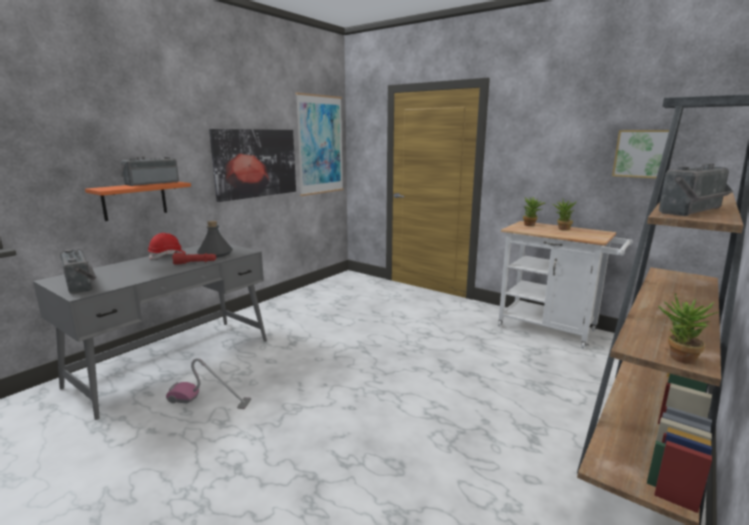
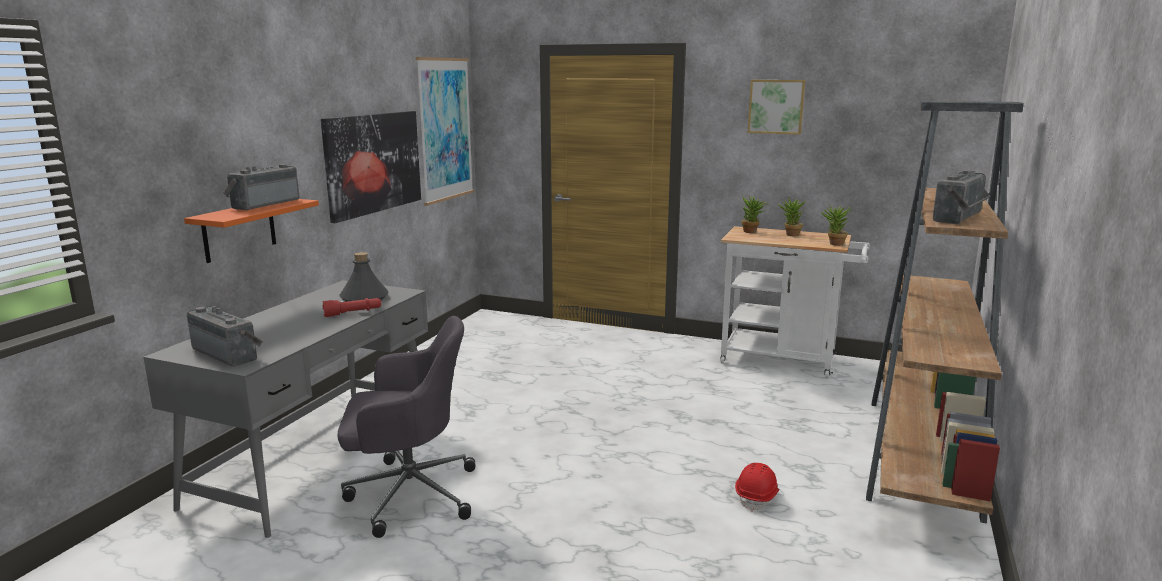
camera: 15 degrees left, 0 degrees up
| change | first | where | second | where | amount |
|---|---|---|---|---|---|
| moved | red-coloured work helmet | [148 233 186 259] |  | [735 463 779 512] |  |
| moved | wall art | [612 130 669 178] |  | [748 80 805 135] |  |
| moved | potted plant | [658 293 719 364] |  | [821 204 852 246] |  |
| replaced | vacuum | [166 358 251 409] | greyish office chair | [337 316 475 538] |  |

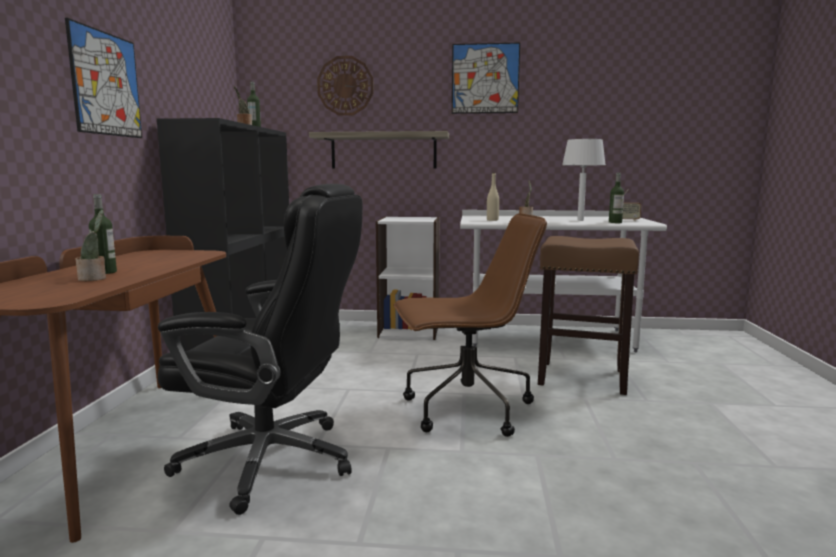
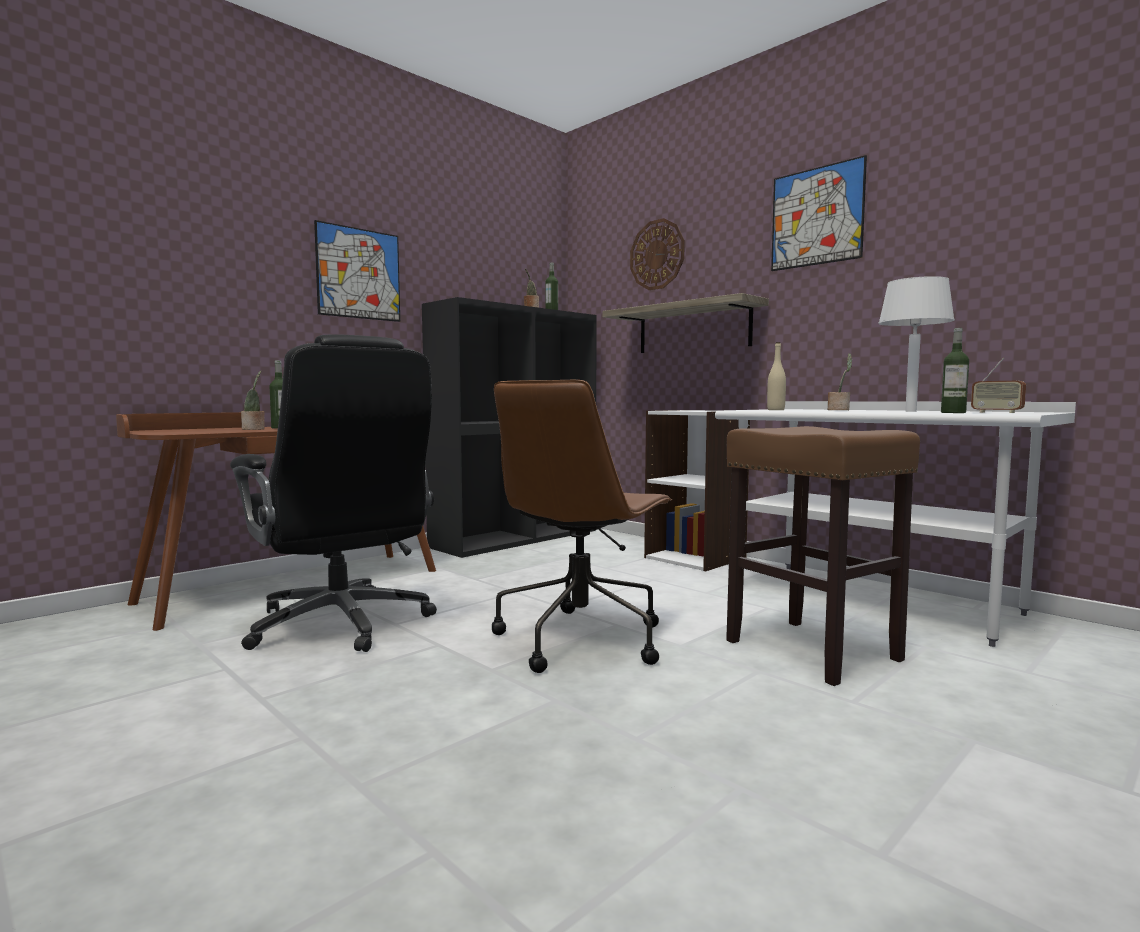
camera: 40 degrees right, 5 degrees down
| change | first | where | second | where | amount |
|---|---|---|---|---|---|
| turned | brown-coloured office chair | [393 214 547 437] |  | [492 380 672 673] | 90 degrees clockwise |

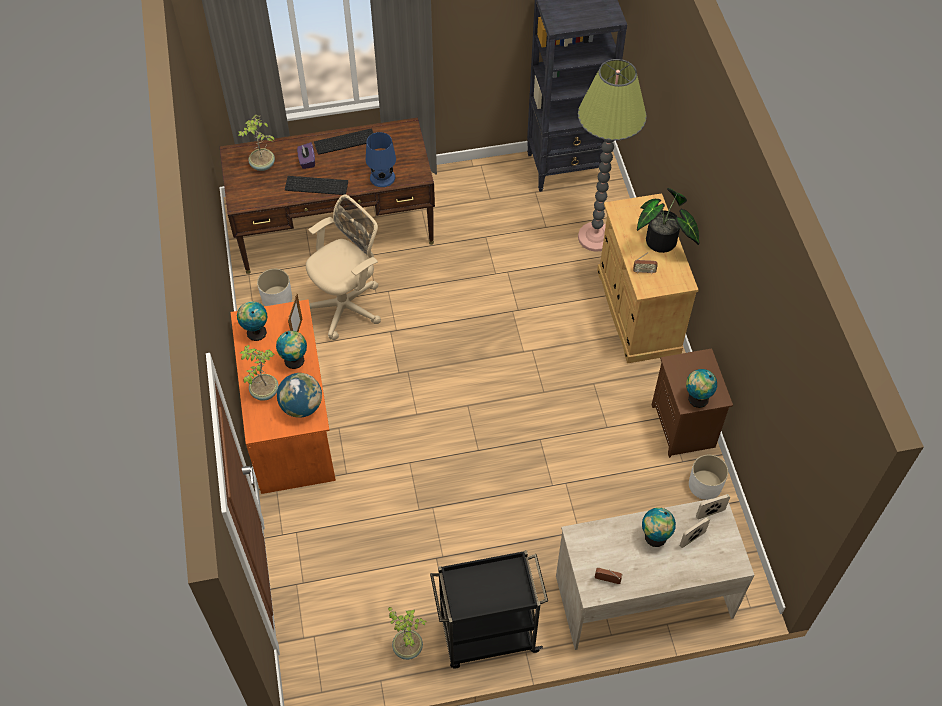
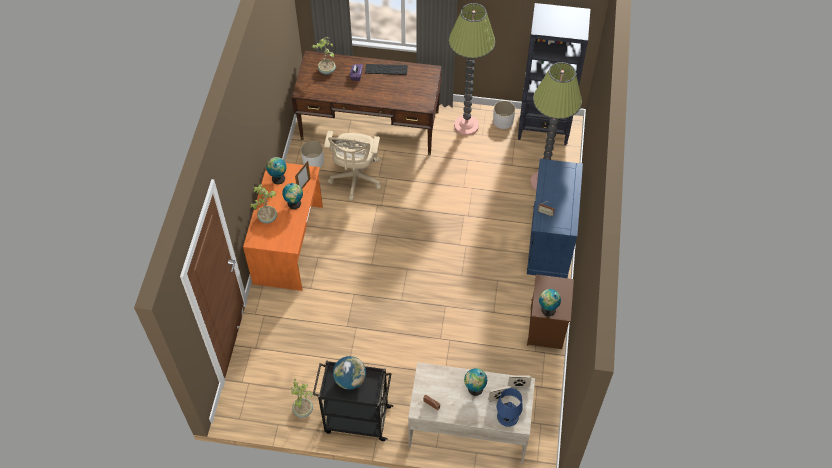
camera: 20 degrees right, 0 degrees up
| change | first | where | second | where | amount |
|---|---|---|---|---|---|
| removed | computer keyboard | [285 176 348 195] |  |  |  |
| removed | potted plant | [637 188 699 253] |  |  |  |
| added |  |  | floor lamp | [449 3 495 136] |  |
| moved | desk globe | [277 373 322 418] |  | [333 356 366 390] |  |
| moved | blue-coloured tabletop lamp | [366 132 396 187] |  | [497 388 523 427] |  |
| moved | white-coloured planter | [689 455 728 500] |  | [493 101 515 129] |  |
| recoloured | sand-coloured cabinet | [597 193 698 363] | blue-coloured cabinet | [527 159 583 278] |  |
| turned | sand-coloured office chair | [306 194 381 340] |  | [324 131 381 201] | 120 degrees clockwise |

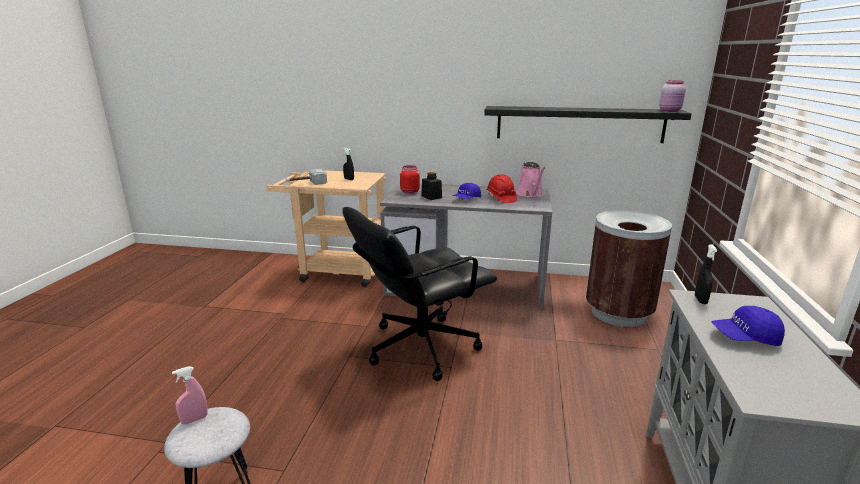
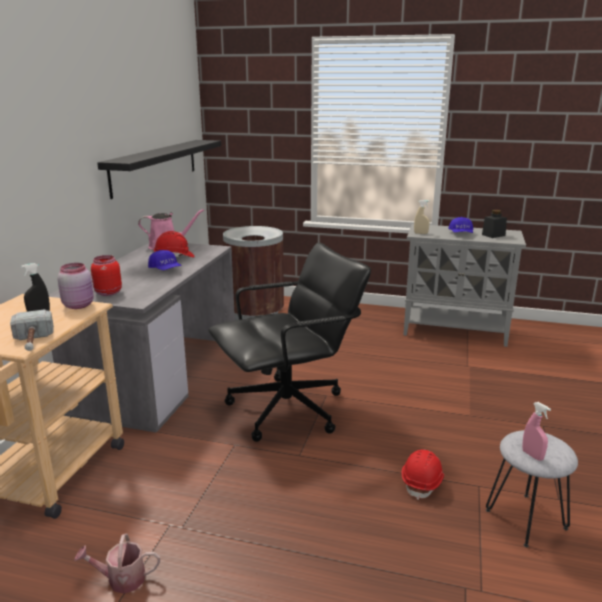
camera: 85 degrees left, 0 degrees up
| change | first | where | second | where | amount |
|---|---|---|---|---|---|
| added |  |  | watering pot | [74 533 160 593] |  |
| added |  |  | red-coloured work helmet | [402 449 444 500] |  |
| moved | black preserve jar | [421 172 442 200] |  | [482 210 507 238] |  |
| moved | pink preserve jar | [659 80 686 112] |  | [57 263 94 309] |  |
| recoloured | black hand sprayer | [695 244 717 304] | sand-coloured hand sprayer | [414 200 430 234] |  |
| turned | black office chair | [343 207 497 381] |  | [208 243 371 442] | 90 degrees counterclockwise |

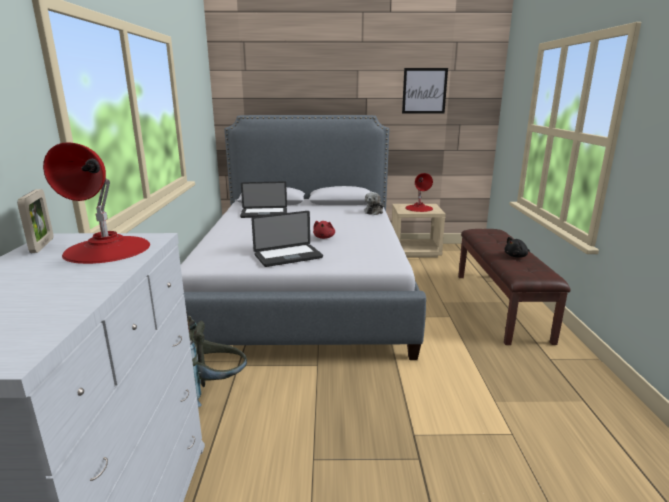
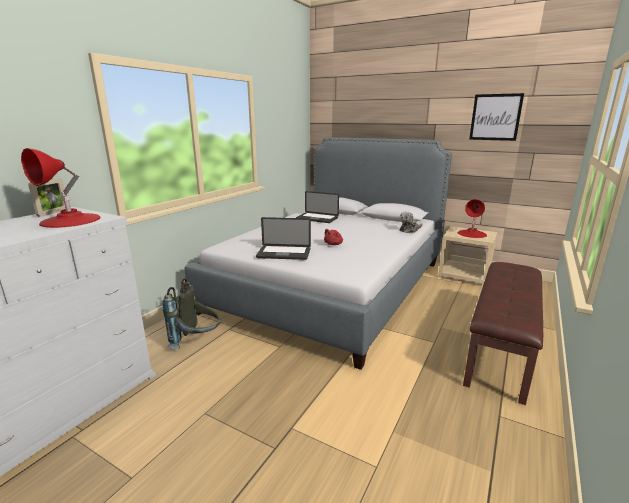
camera: 30 degrees right, 0 degrees up
| change | first | where | second | where | amount |
|---|---|---|---|---|---|
| removed | black soft toy | [505 237 530 258] |  |  |  |

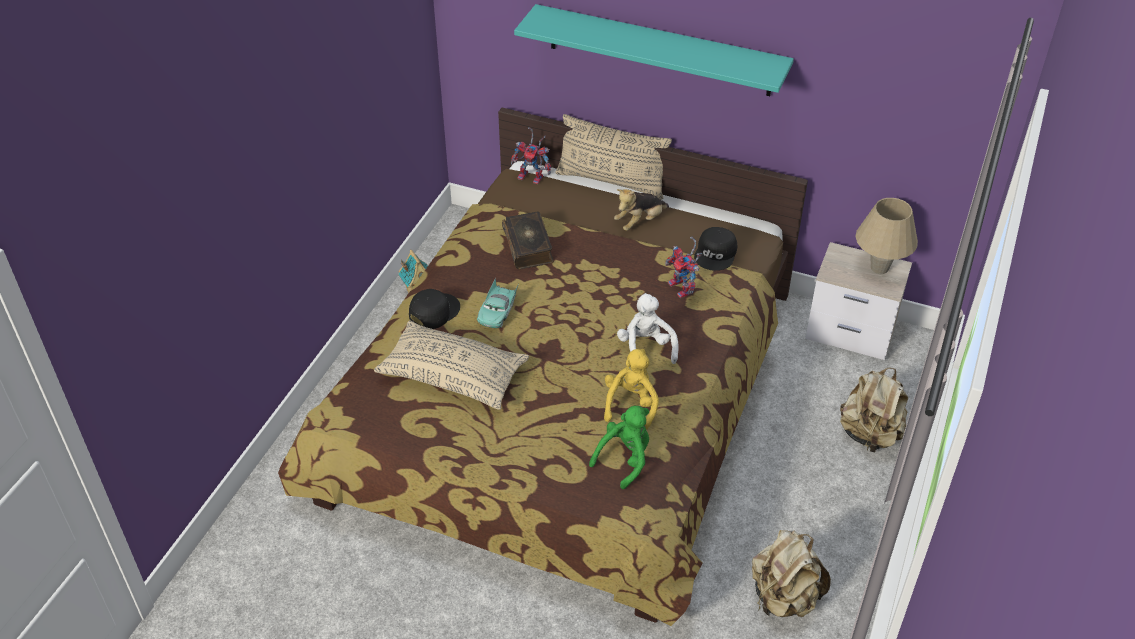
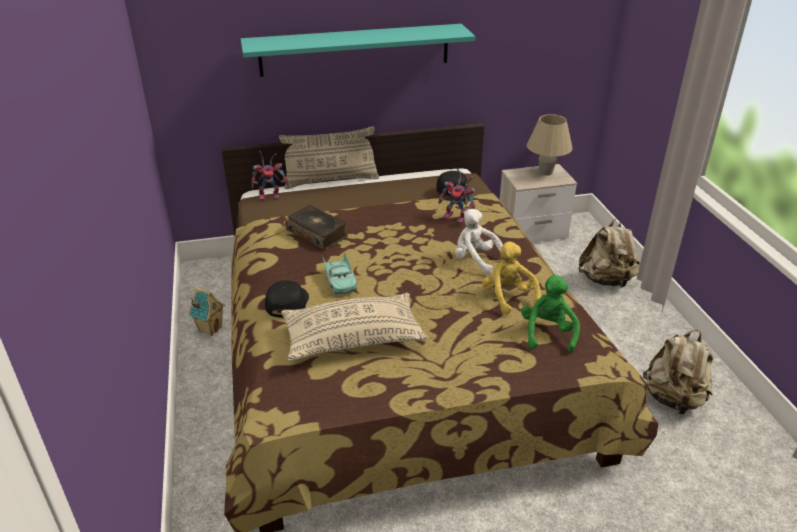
camera: 35 degrees left, 10 degrees down
| change | first | where | second | where | amount |
|---|---|---|---|---|---|
| removed | soft toy | [614 189 669 231] |  |  |  |

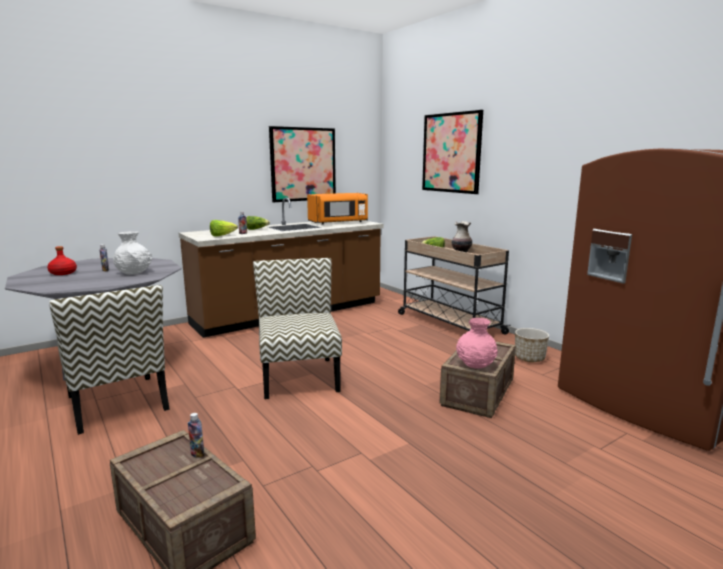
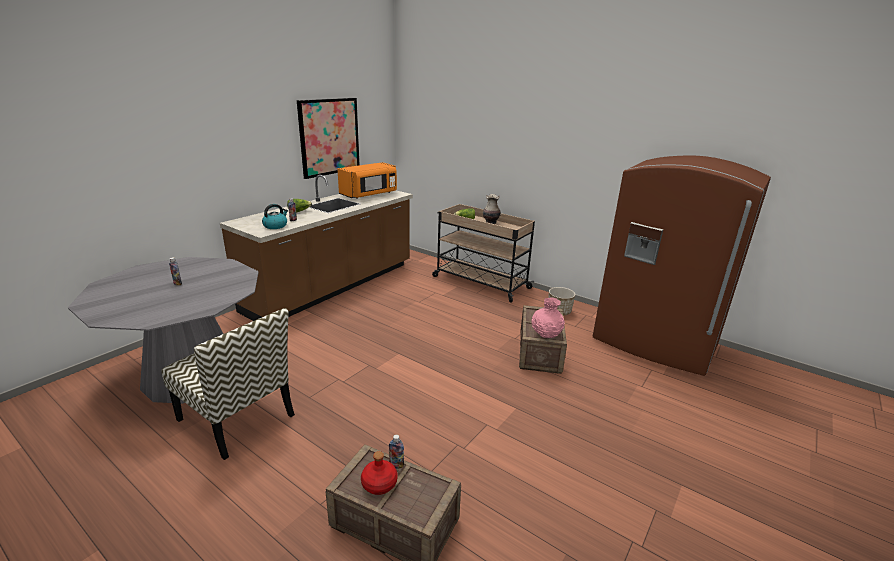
camera: 20 degrees left, 10 degrees up
| change | first | where | second | where | amount |
|---|---|---|---|---|---|
| removed | white-coloured flower vase | [113 231 152 275] |  |  |  |
| removed | upright chair | [253 258 342 399] |  |  |  |
| removed | wall art | [422 110 483 194] |  |  |  |
| moved | red-coloured drink bottle | [47 246 77 275] |  | [361 451 398 495] |  |
| replaced | head of lettuce | [210 220 238 237] | kettle | [262 204 288 229] |  |

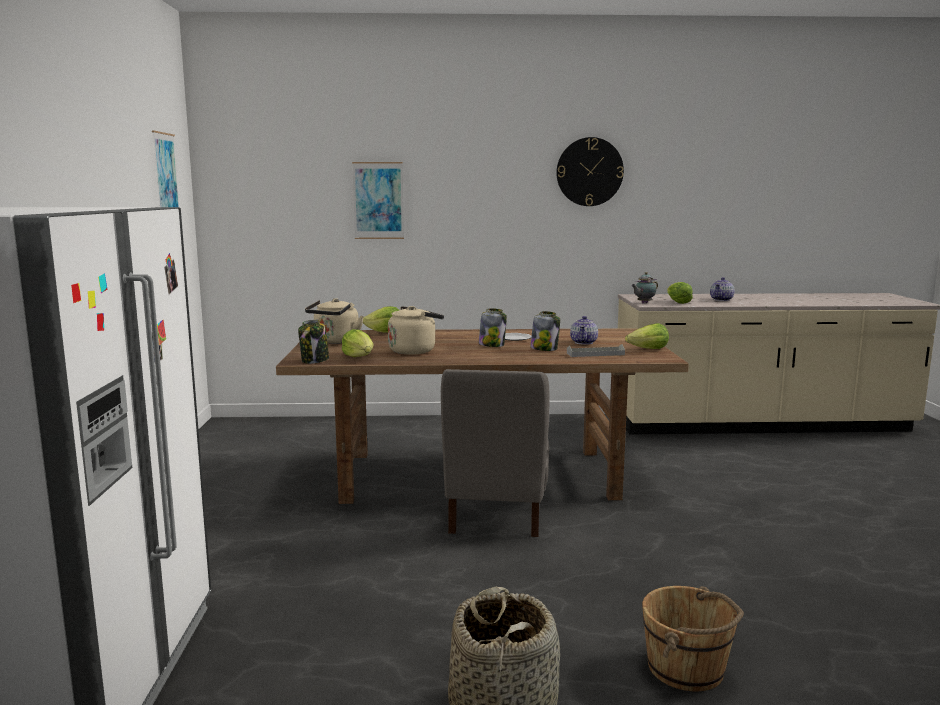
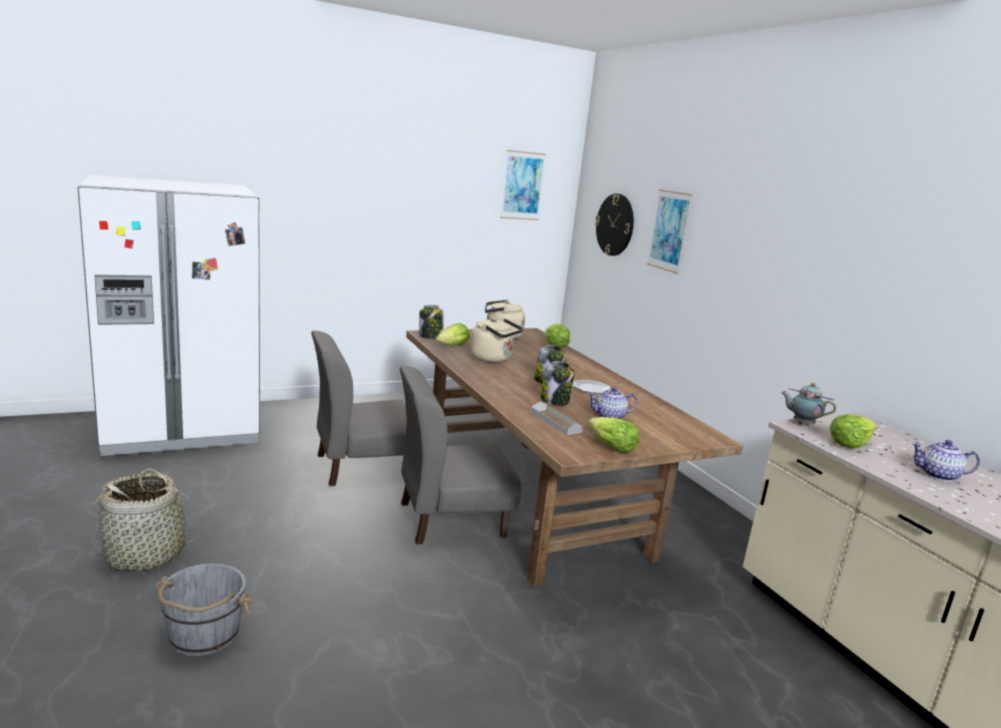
camera: 65 degrees right, 5 degrees up
| change | first | where | second | where | amount |
|---|---|---|---|---|---|
| added |  |  | greyish upright chair | [311 331 407 486] |  |
| moved | clock on the wall | [556 137 624 206] |  | [595 194 634 256] |  |
| recoloured | brown-coloured bucket | [642 586 744 691] | greyish bucket | [155 563 252 656] |  |

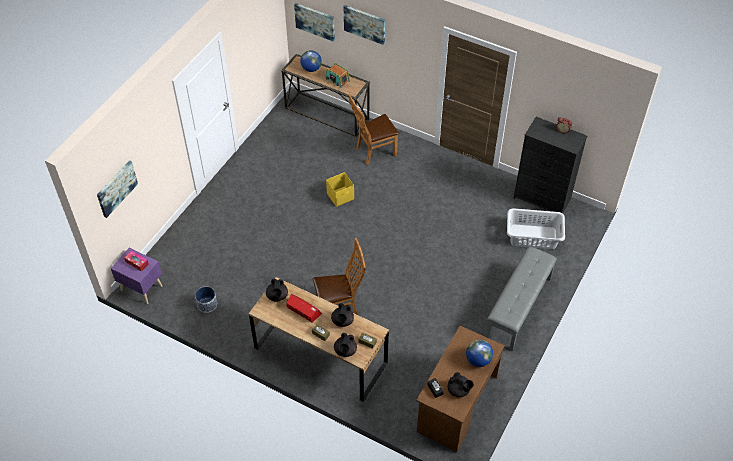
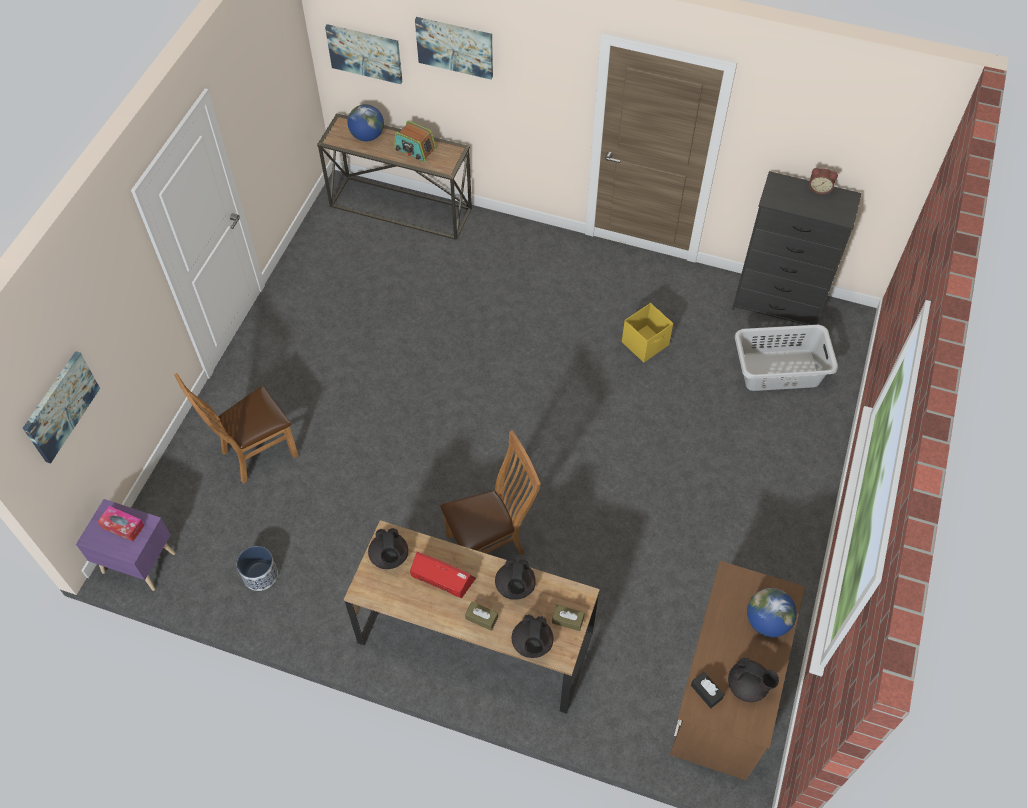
camera: 10 degrees left, 5 degrees up
| change | first | where | second | where | amount |
|---|---|---|---|---|---|
| removed | greyish long seat | [485 247 557 351] |  |  |  |
| moved | yellowish storage box | [326 172 354 207] |  | [622 303 673 363] |  |
| moved | brown-coloured upright chair | [348 94 399 164] |  | [174 373 299 484] |  |

